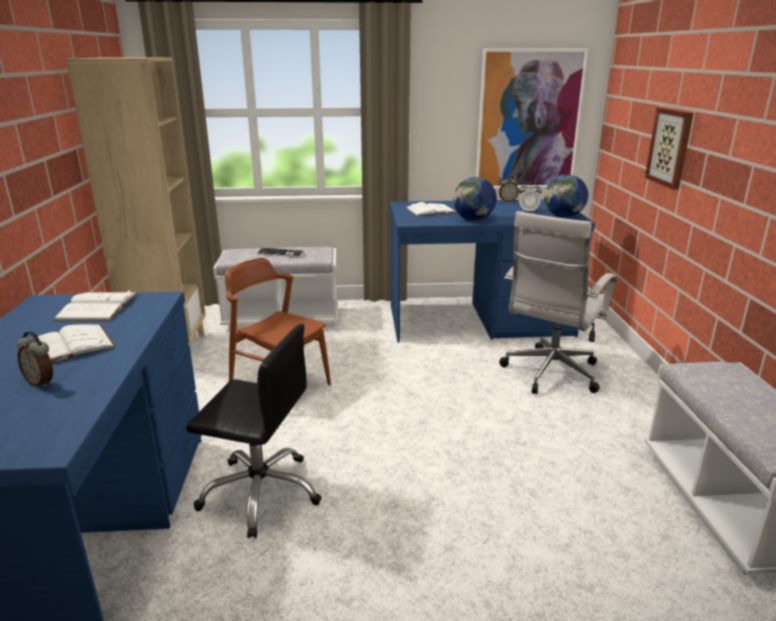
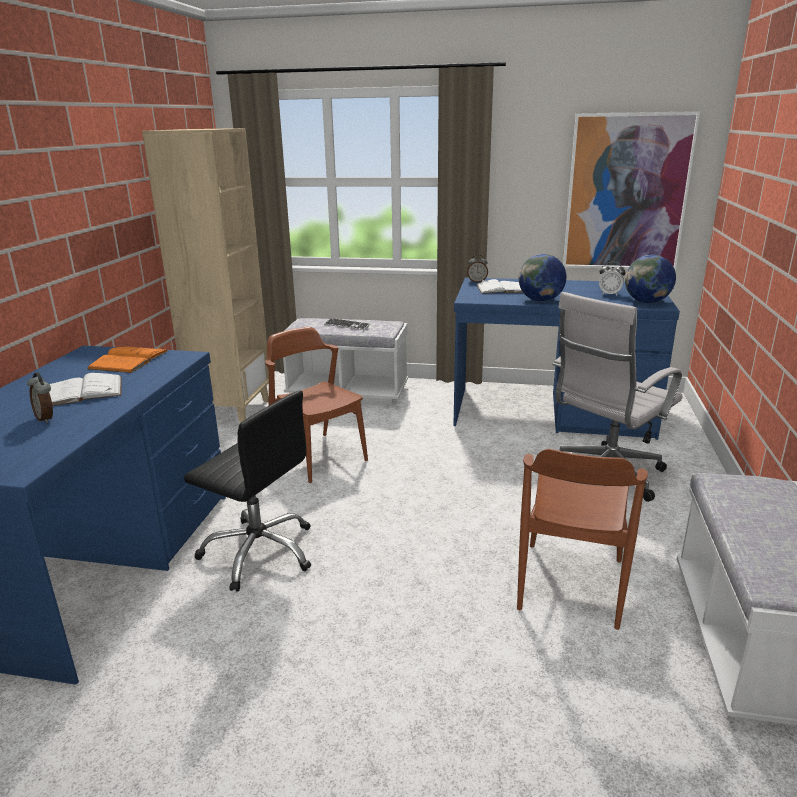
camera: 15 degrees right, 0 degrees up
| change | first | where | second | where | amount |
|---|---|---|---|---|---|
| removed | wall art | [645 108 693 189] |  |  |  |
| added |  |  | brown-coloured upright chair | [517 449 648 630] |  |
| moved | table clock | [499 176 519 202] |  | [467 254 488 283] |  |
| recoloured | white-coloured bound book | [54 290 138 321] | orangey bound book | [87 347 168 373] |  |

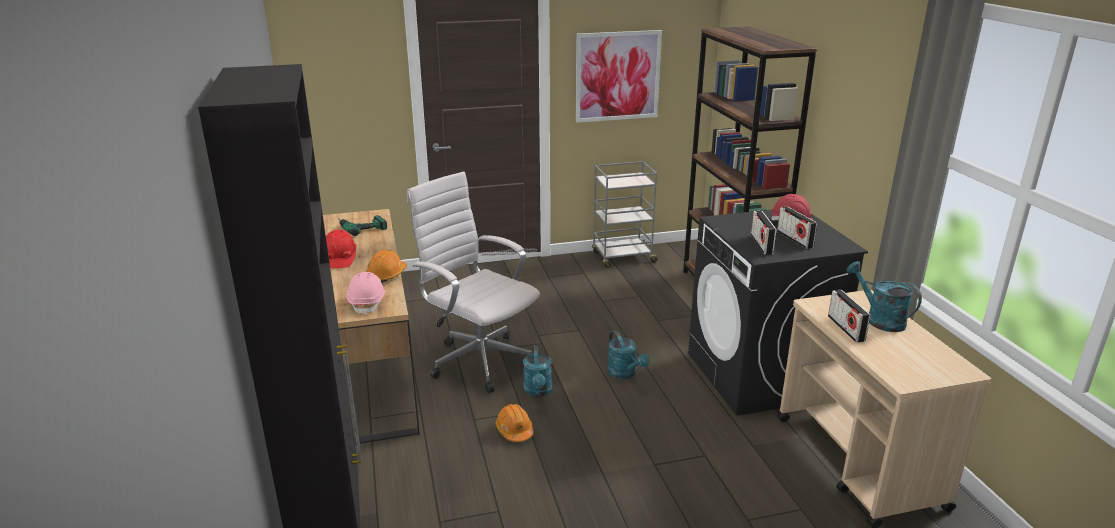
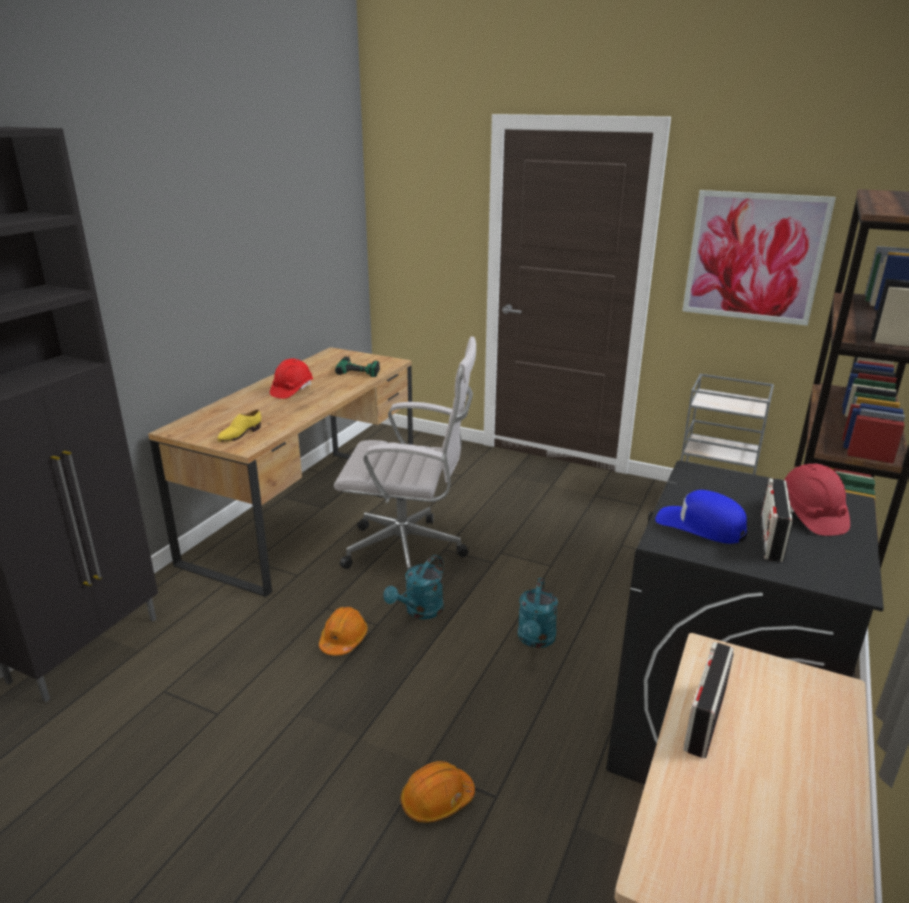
camera: 40 degrees right, 0 degrees up
| change | first | where | second | where | amount |
|---|---|---|---|---|---|
| removed | turquoise-coloured watering pot | [847 261 922 332] |  |  |  |
| moved | orangey work helmet | [366 250 407 283] |  | [401 761 475 822] |  |
| replaced | pink work helmet | [346 272 386 315] | yellowish item of footwear | [217 410 261 442] |  |
| replaced | radio receiver | [751 211 777 255] | blue-coloured cap | [655 490 748 544] |  |
| turned | white-coloured office chair | [407 171 540 393] |  | [334 336 476 582] | 105 degrees clockwise |

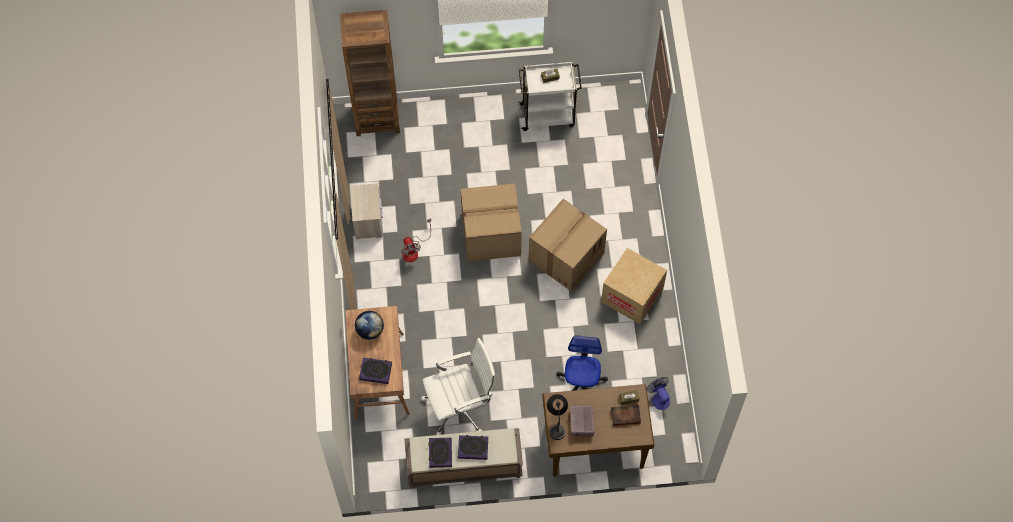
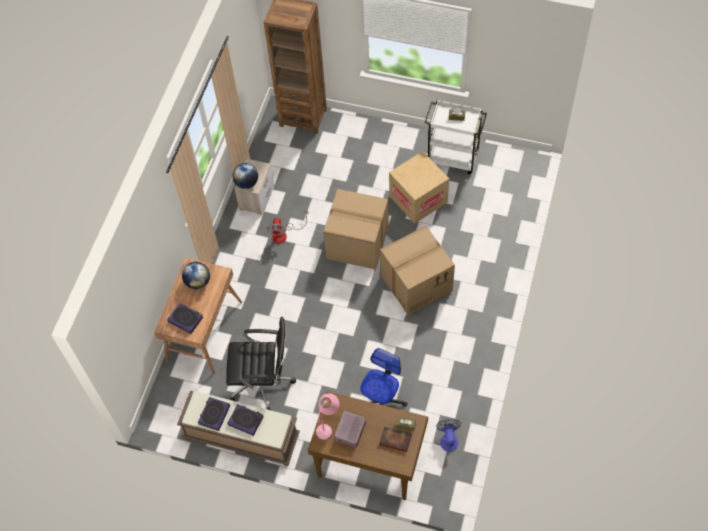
camera: 25 degrees right, 5 degrees down
| change | first | where | second | where | amount |
|---|---|---|---|---|---|
| added |  |  | desk globe | [232 163 258 189] |  |
| moved | carton | [601 248 667 324] |  | [389 151 449 224] |  |
| recoloured | white-coloured office chair | [421 338 496 435] | black office chair | [226 317 296 410] |  |
| recoloured | black tabletop lamp | [547 394 568 440] | pink tabletop lamp | [316 393 339 440] |  |

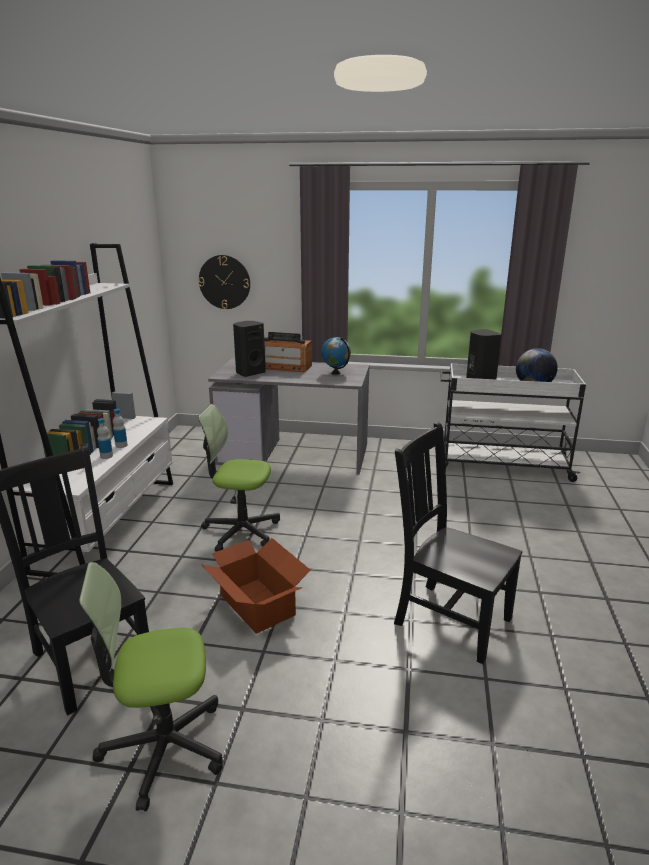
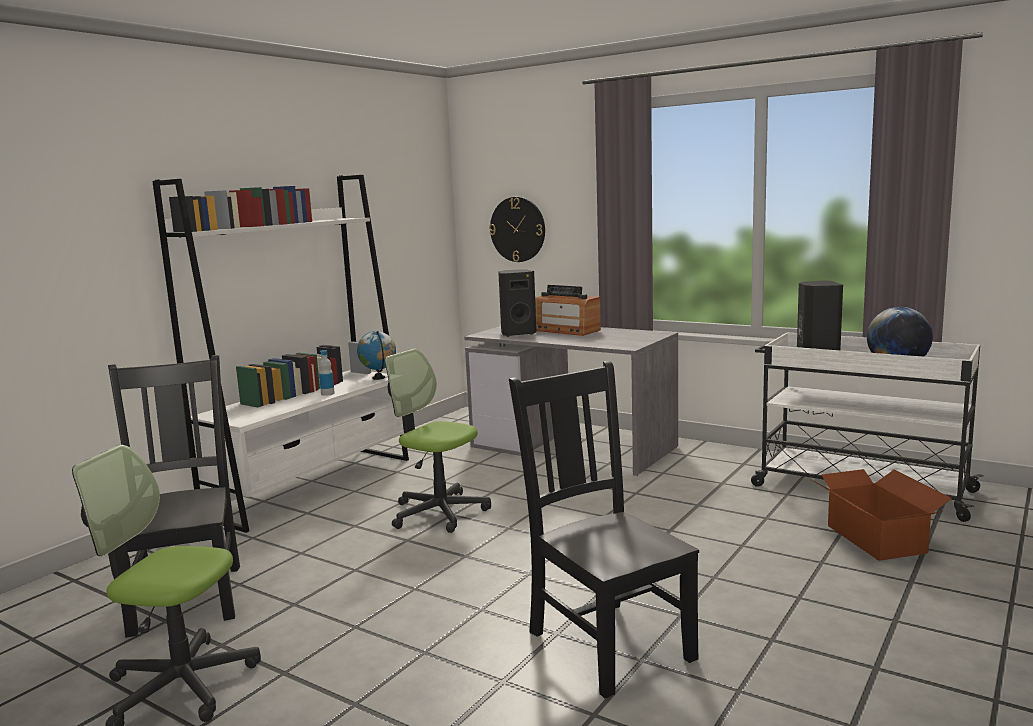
camera: 25 degrees right, 10 degrees down
| change | first | where | second | where | amount |
|---|---|---|---|---|---|
| removed | drink bottle | [97 418 113 459] |  |  |  |
| moved | carton | [201 538 311 634] |  | [812 469 952 561] |  |
| moved | desk globe | [321 337 351 375] |  | [357 331 396 380] |  |

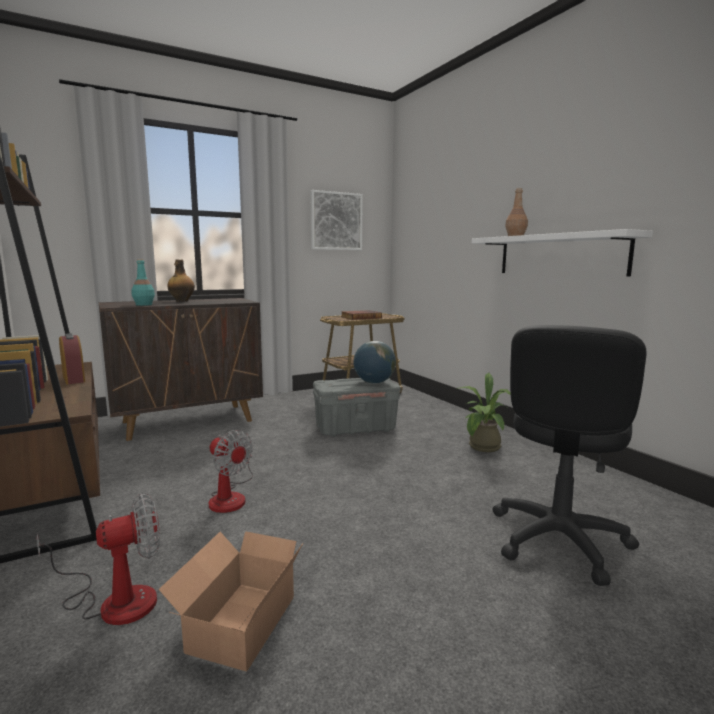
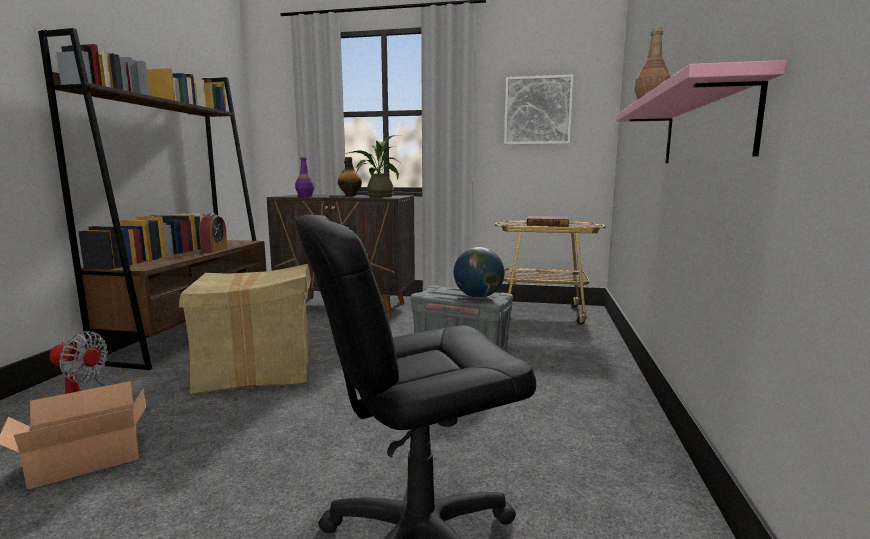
camera: 40 degrees right, 0 degrees up
| change | first | where | second | where | amount |
|---|---|---|---|---|---|
| moved | potted plant | [456 373 511 452] |  | [345 135 400 197] |  |
| replaced | fan | [209 430 253 513] | carton | [179 264 311 394] |  |
| recoloured | turquoise-coloured drink bottle | [131 259 155 306] | purple drink bottle | [295 156 314 197] |  |
| recoloured | white-coloured wall shelf | [472 229 653 277] | pink wall shelf | [616 60 786 163] |  |

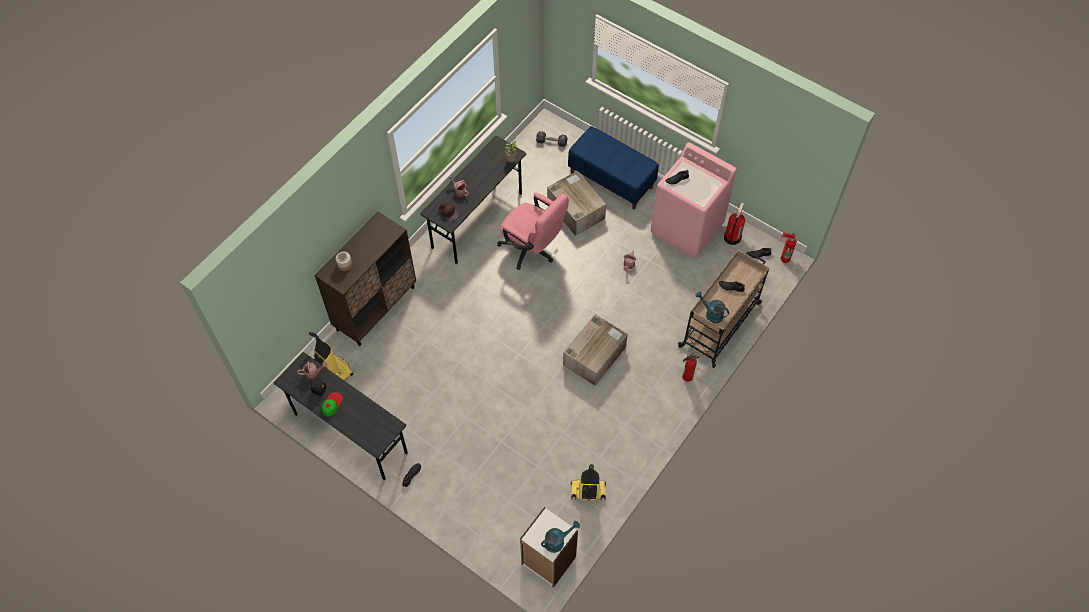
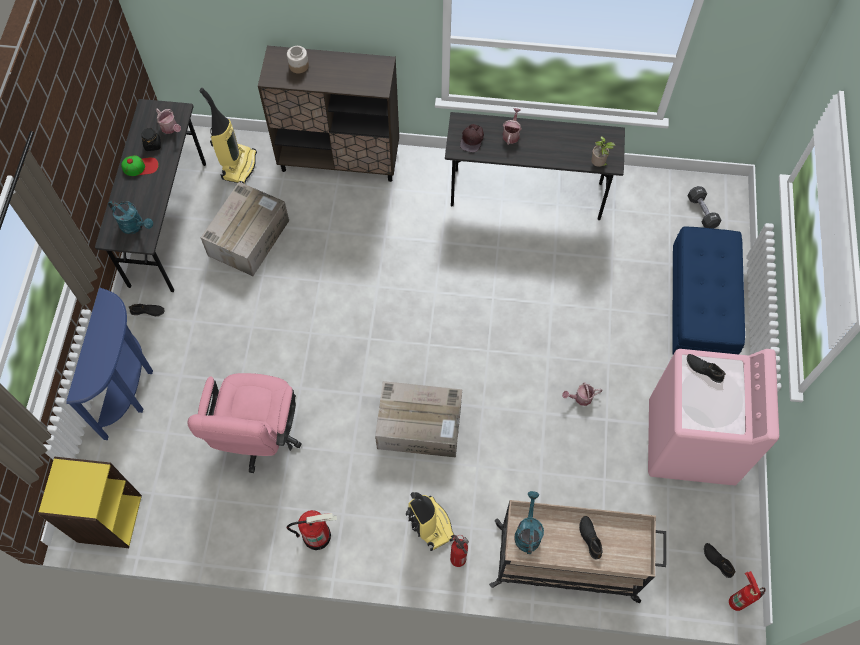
camera: 60 degrees right, 5 degrees up
| change | first | where | second | where | amount |
|---|---|---|---|---|---|
| added |  |  | blue-coloured hall table | [66 288 153 440] |  |
| moved | pink office chair | [497 192 569 270] |  | [187 373 302 473] |  |
| moved | turquoise-coloured watering pot | [541 521 580 553] |  | [108 200 153 234] |  |
| moved | carton | [547 171 606 236] |  | [201 182 289 276] |  |
| moved | vacuum | [571 464 606 501] |  | [406 492 454 551] |  |
| moved | fire-fighting cylinder | [724 203 745 245] |  | [287 510 337 550] |  |
| recoloured | white-coloured shelving unit | [520 507 578 588] | yellowish shelving unit | [38 457 142 548] |  |

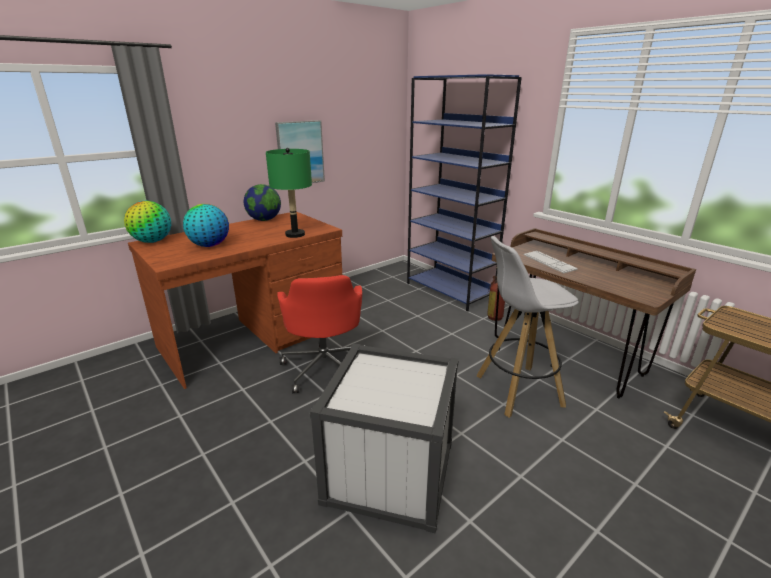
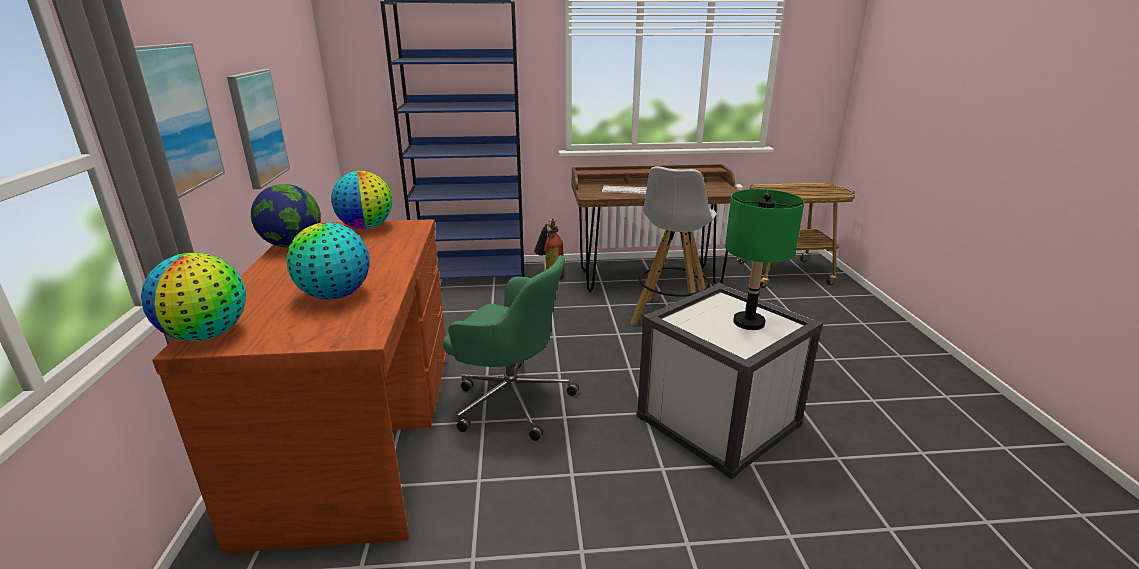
camera: 55 degrees left, 0 degrees up
| change | first | where | second | where | amount |
|---|---|---|---|---|---|
| added |  |  | wall art | [135 43 225 199] |  |
| added |  |  | desk globe | [331 171 392 229] |  |
| moved | greenish tabletop lamp | [266 148 312 238] |  | [725 189 804 330] |  |
| recoloured | red-coloured office chair | [277 275 365 393] | greenish office chair | [443 255 579 441] |  |

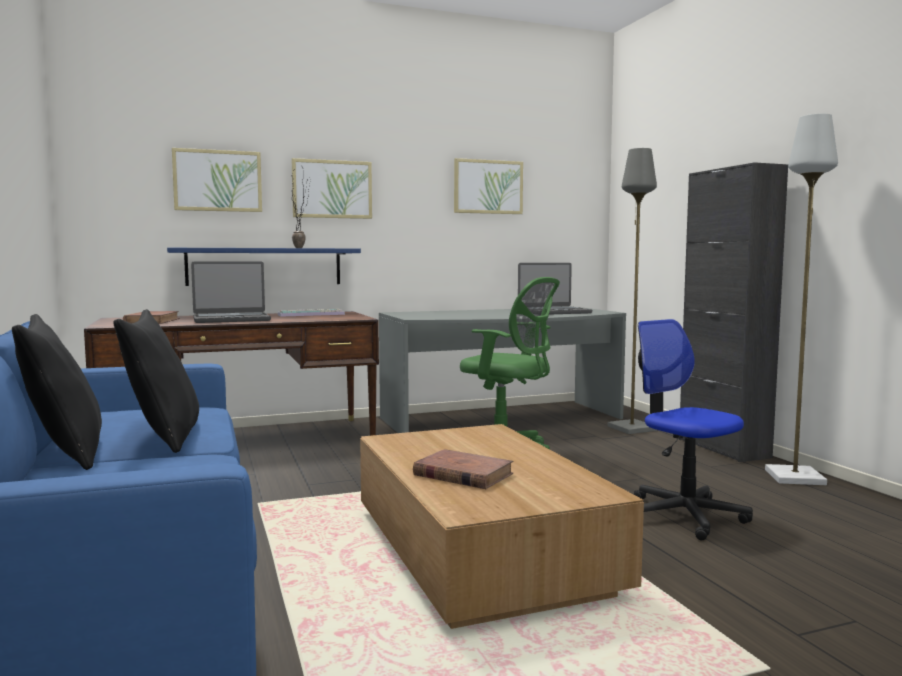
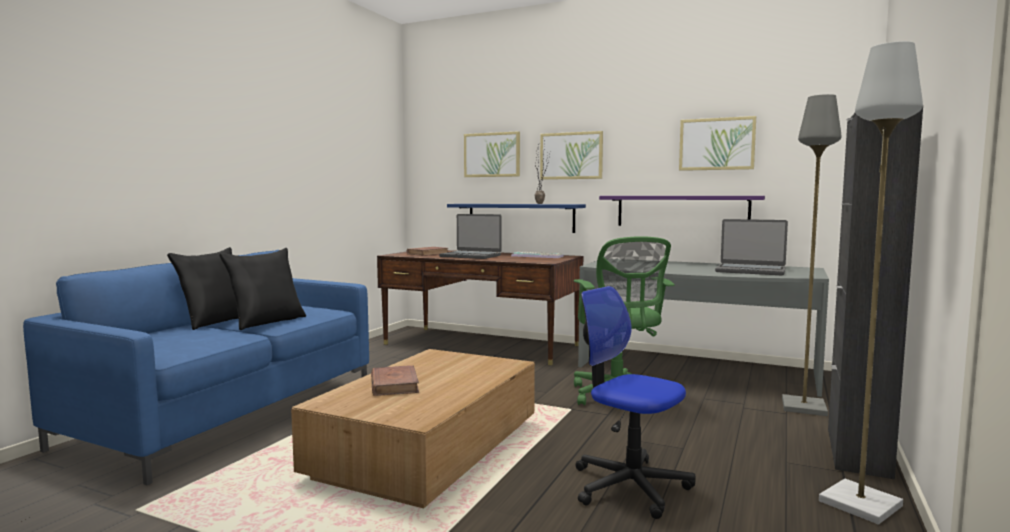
camera: 45 degrees right, 0 degrees up
| change | first | where | second | where | amount |
|---|---|---|---|---|---|
| added |  |  | purple wall shelf | [599 196 765 226] |  |
| turned | office chair | [634 319 753 540] |  | [576 286 696 519] | 60 degrees counterclockwise |

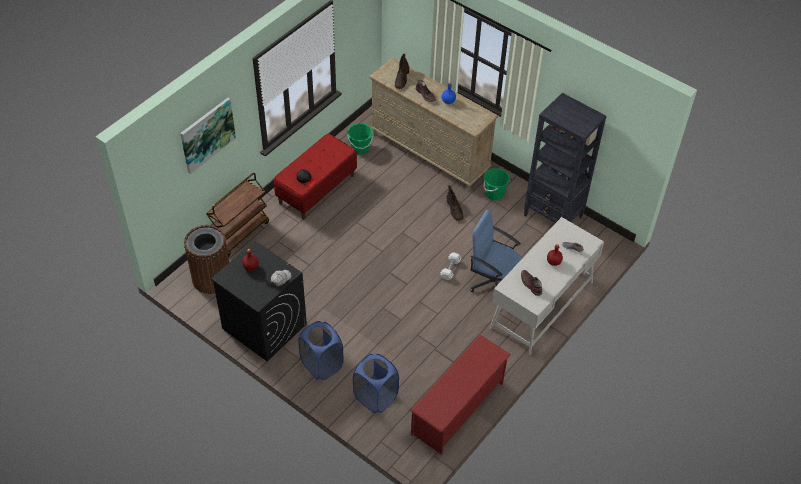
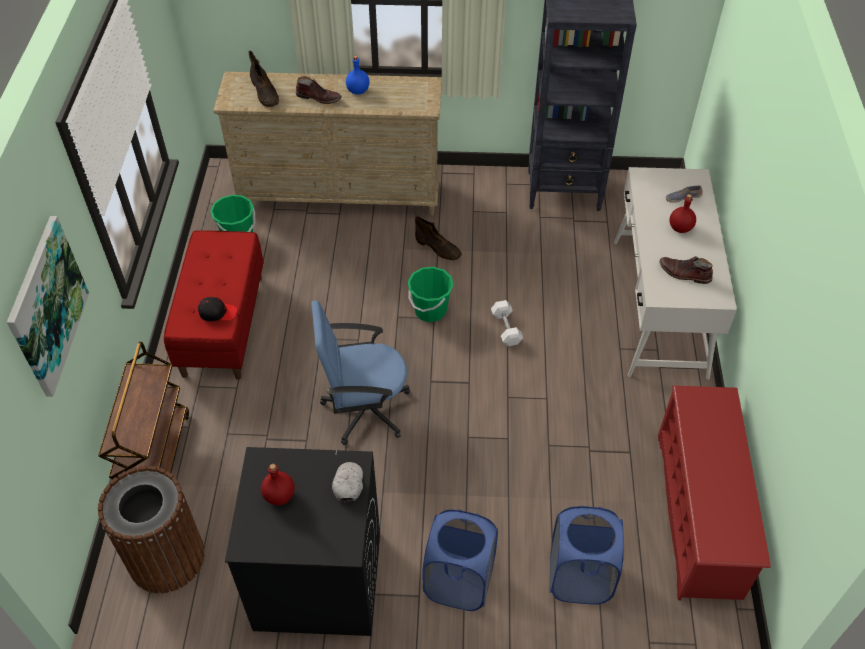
camera: 35 degrees left, 0 degrees up
| change | first | where | second | where | amount |
|---|---|---|---|---|---|
| moved | blue-coloured office chair | [470 210 522 292] |  | [311 300 410 445] |  |
| moved | greenish bucket | [483 168 510 200] |  | [408 267 454 322] |  |

